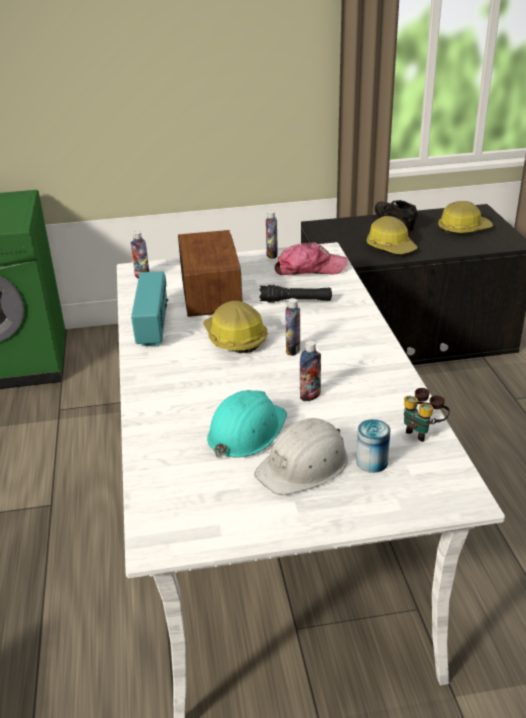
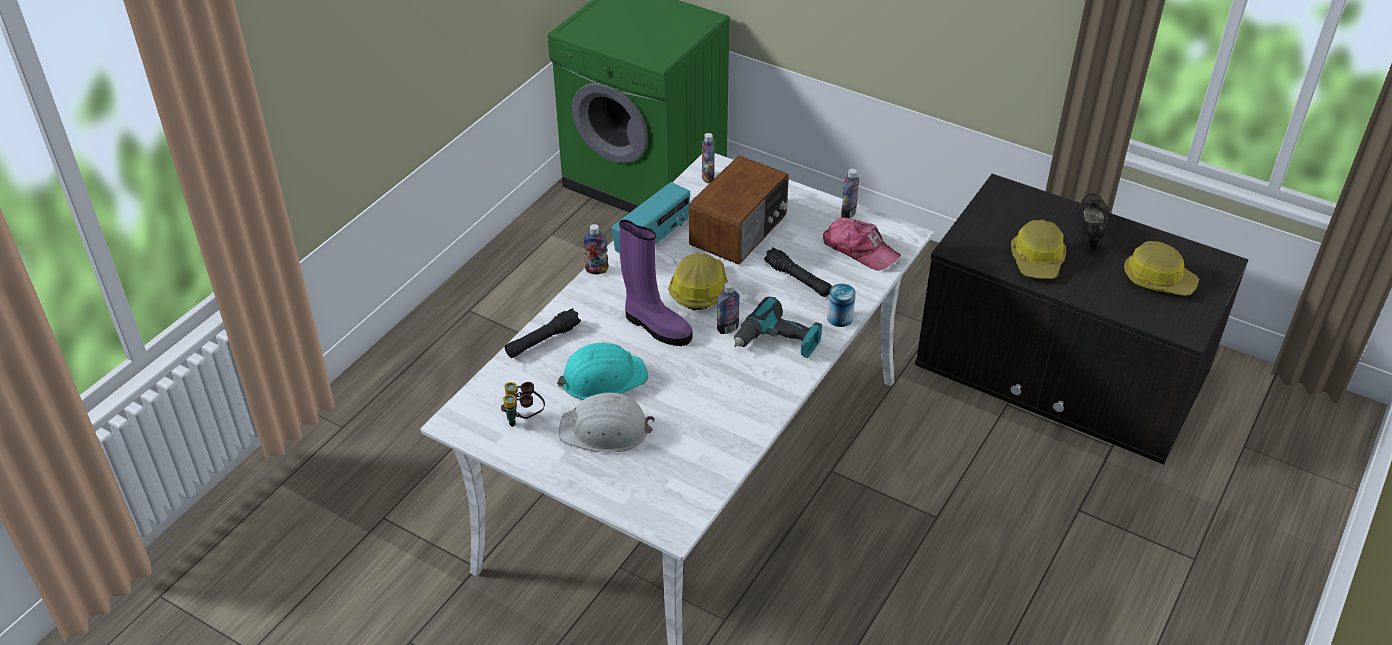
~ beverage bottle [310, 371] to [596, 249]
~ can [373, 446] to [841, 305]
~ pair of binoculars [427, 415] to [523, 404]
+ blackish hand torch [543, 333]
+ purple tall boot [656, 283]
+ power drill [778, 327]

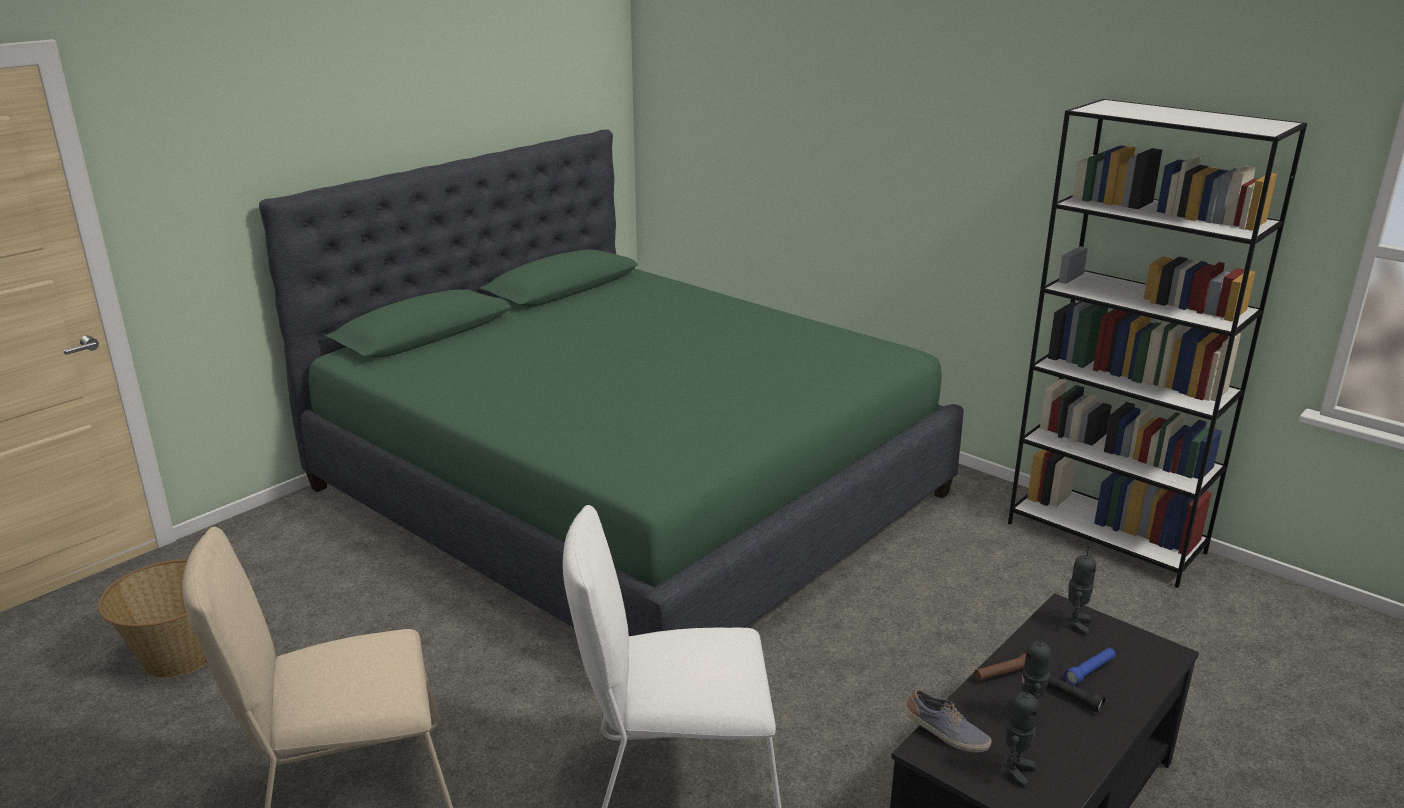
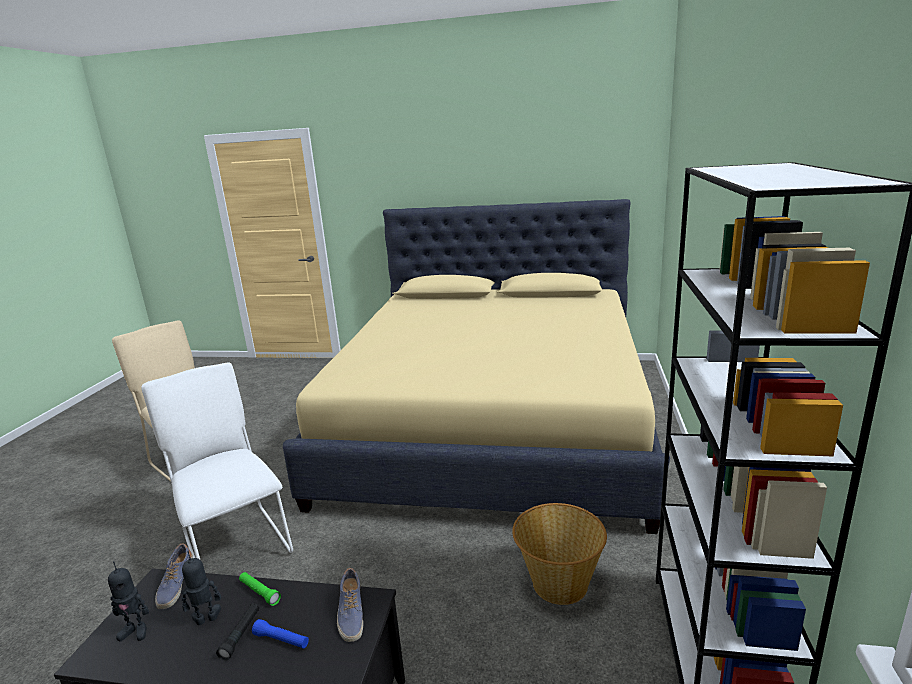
~ household basket [153, 618] to [559, 554]
~ greenish bedroom bed [611, 382] to sand-coloured bedroom bed [476, 366]
~ brown-coloured hand torch [1000, 667] to greenish hand torch [260, 589]
~ model robot [1082, 591] to low shoe [350, 605]

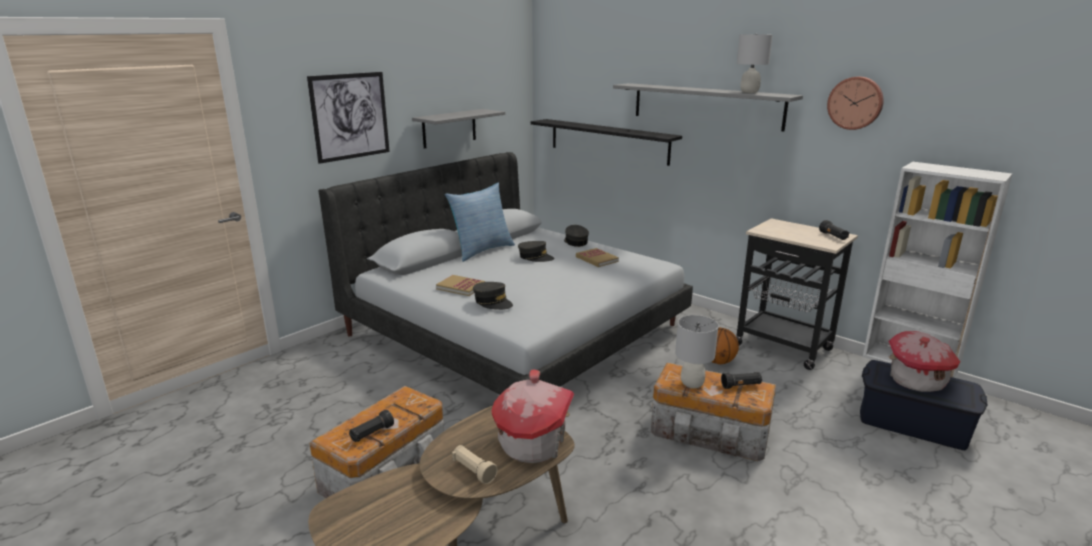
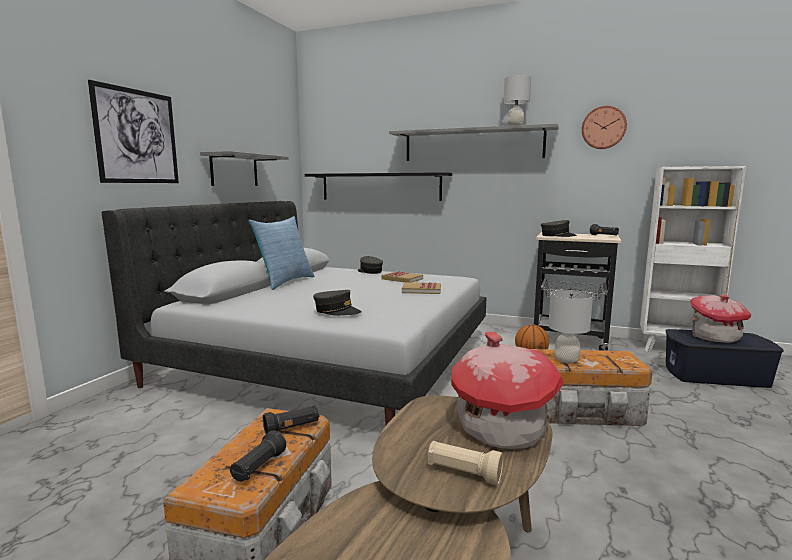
~ volume [460, 285] to [421, 288]
~ grey cap [536, 251] to [559, 228]
~ blackish hand torch [741, 380] to [291, 419]

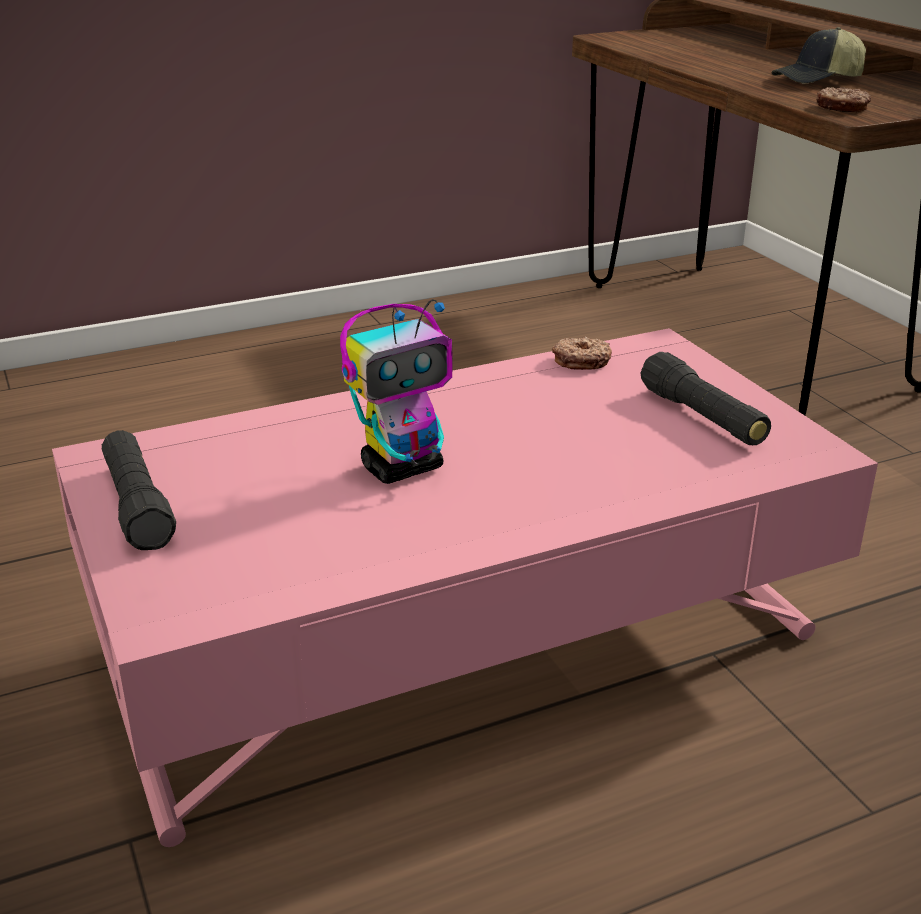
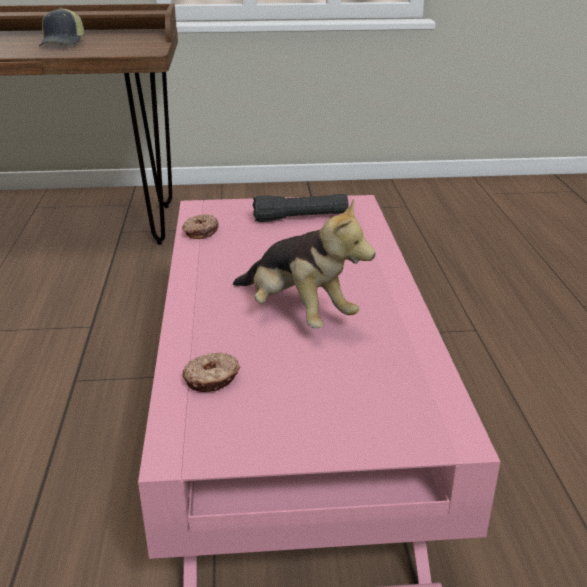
- blackish hand torch [138, 490]
~ model robot [396, 391] to soft toy [304, 263]
~ ring doughnut [844, 99] to [211, 372]

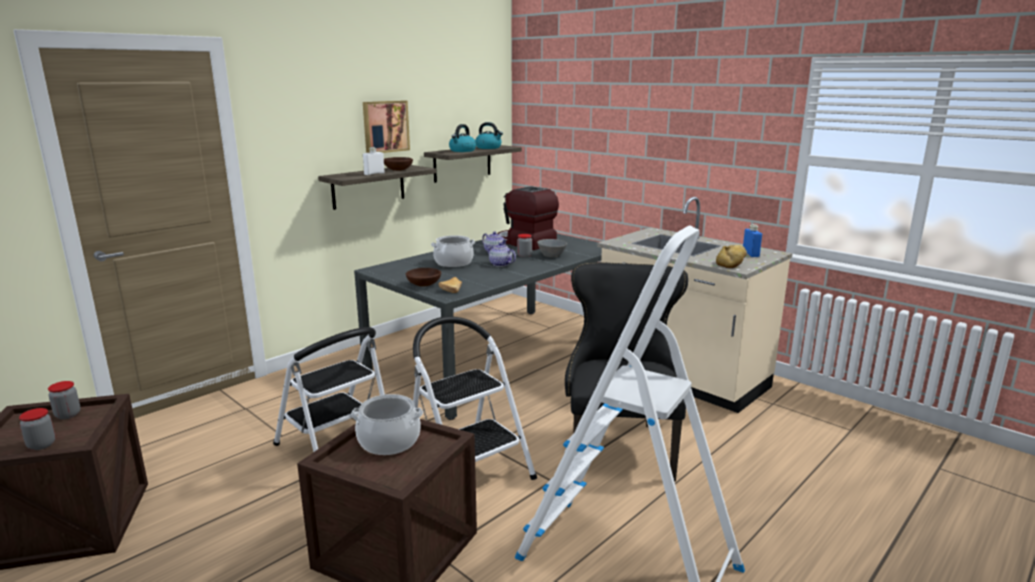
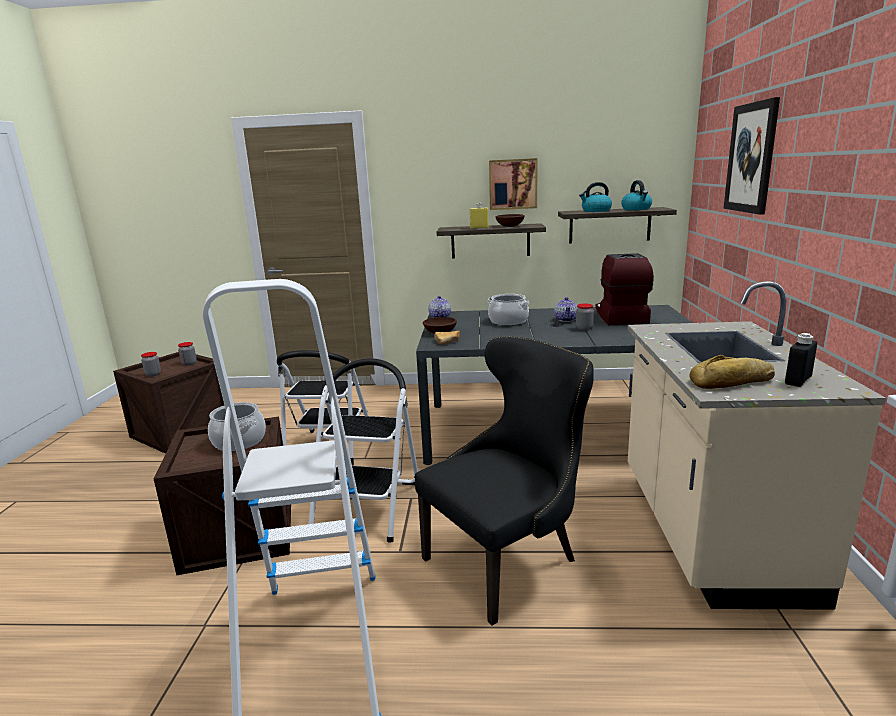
~ white beverage bottle [374, 161] to yellow beverage bottle [479, 216]
~ pot for tea [501, 254] to [440, 307]
- grey serving bowl [552, 248]
~ bluish beverage bottle [752, 240] to blackish beverage bottle [801, 360]
+ wall picture [751, 156]

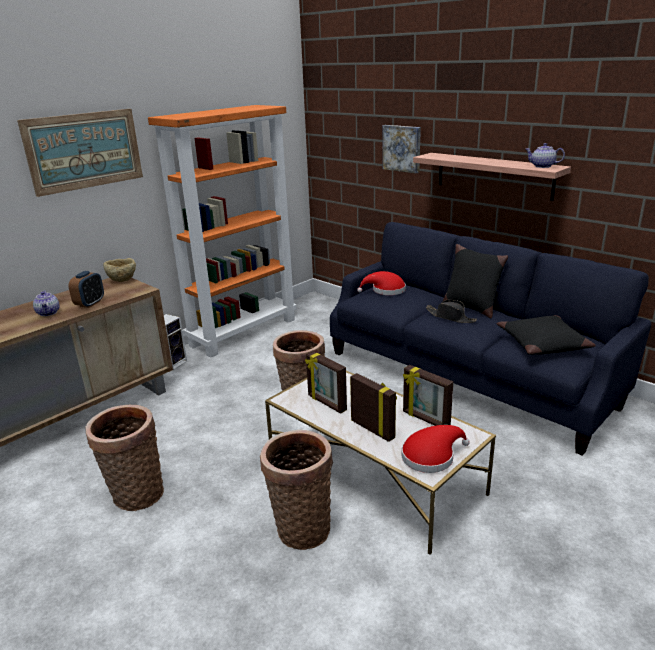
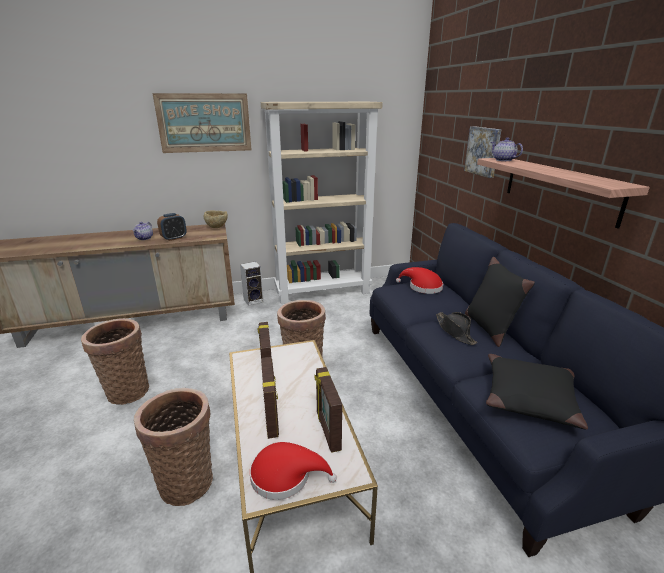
~ orange bookshelf [222, 231] to sand-coloured bookshelf [322, 203]
~ pot for tea [545, 155] to [507, 149]

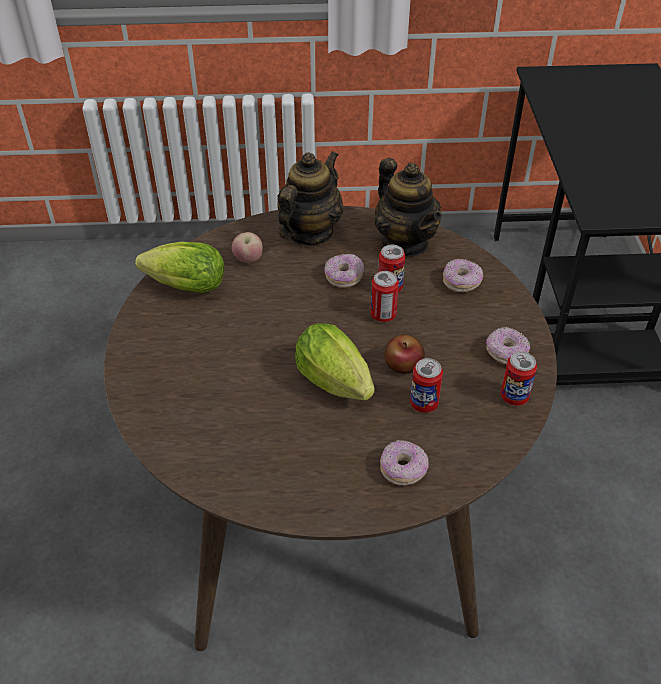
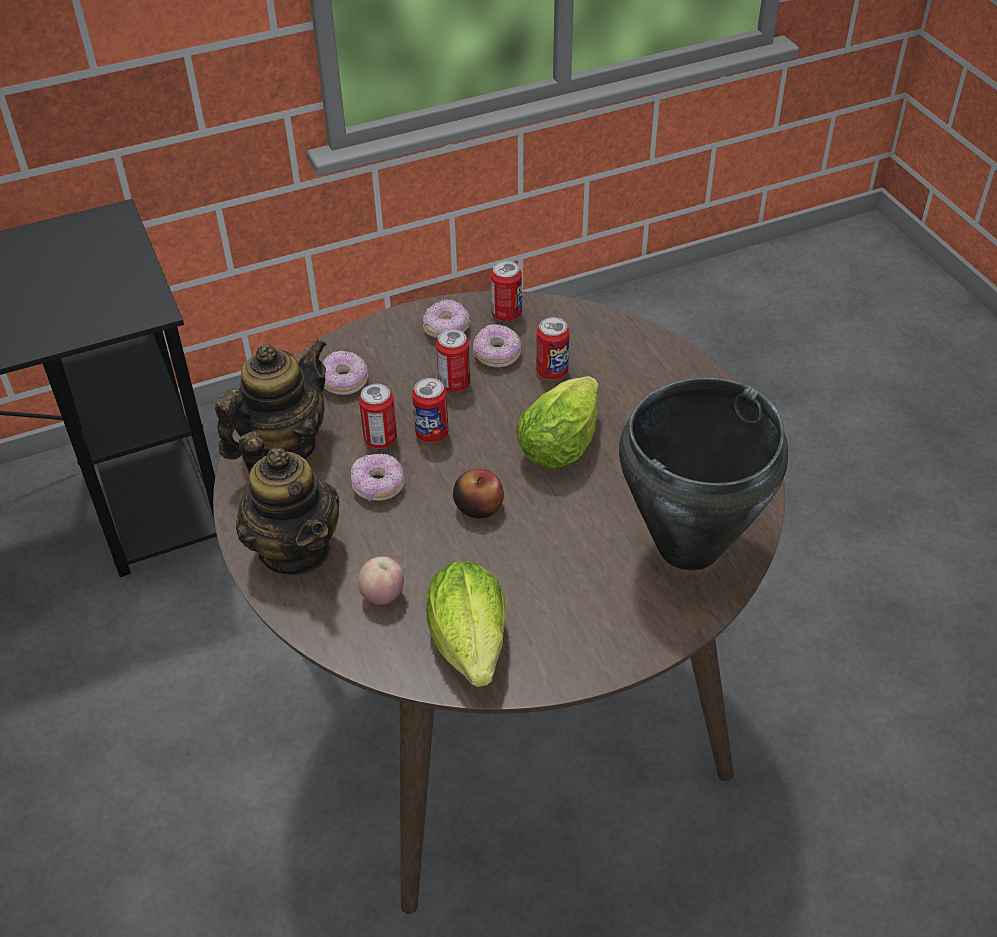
~ pot for tea [310, 198] = [288, 503] 135 degrees counterclockwise
~ ring doughnut [404, 463] to [497, 346]
~ apple [405, 354] to [478, 493]
+ can [453, 360]
+ blackish stockpot [703, 474]

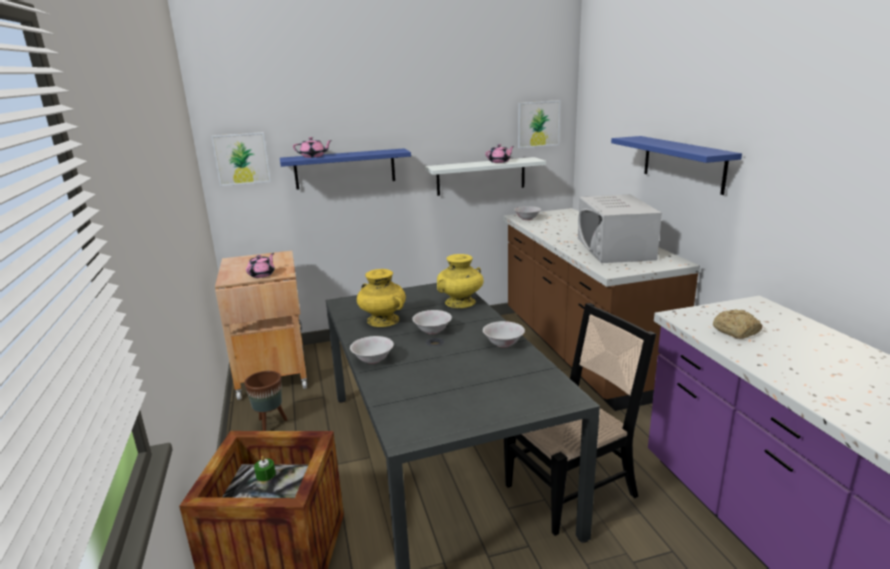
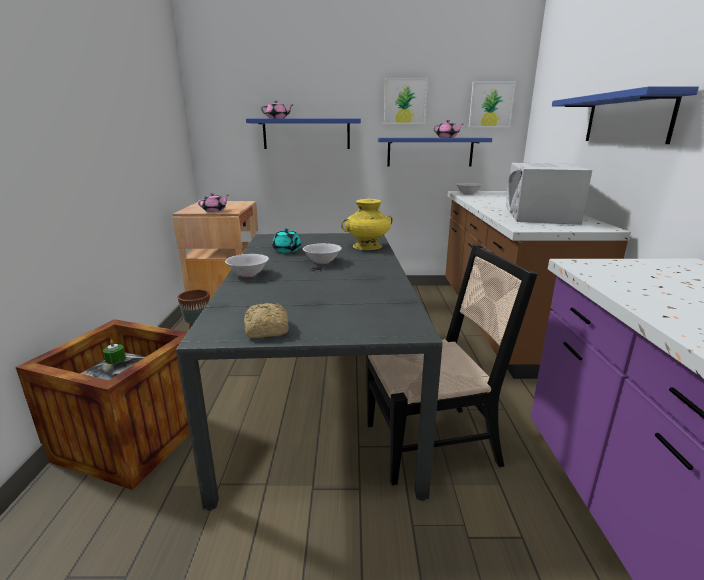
~ wall picture [241, 159] to [406, 101]
~ yellow decorative vase [381, 298] to turquoise-coloured pot for tea [286, 240]
~ white bracket shelf [485, 176] to bluish bracket shelf [435, 152]
- white serving bowl [504, 334]
~ bakery bread [737, 324] to [266, 320]

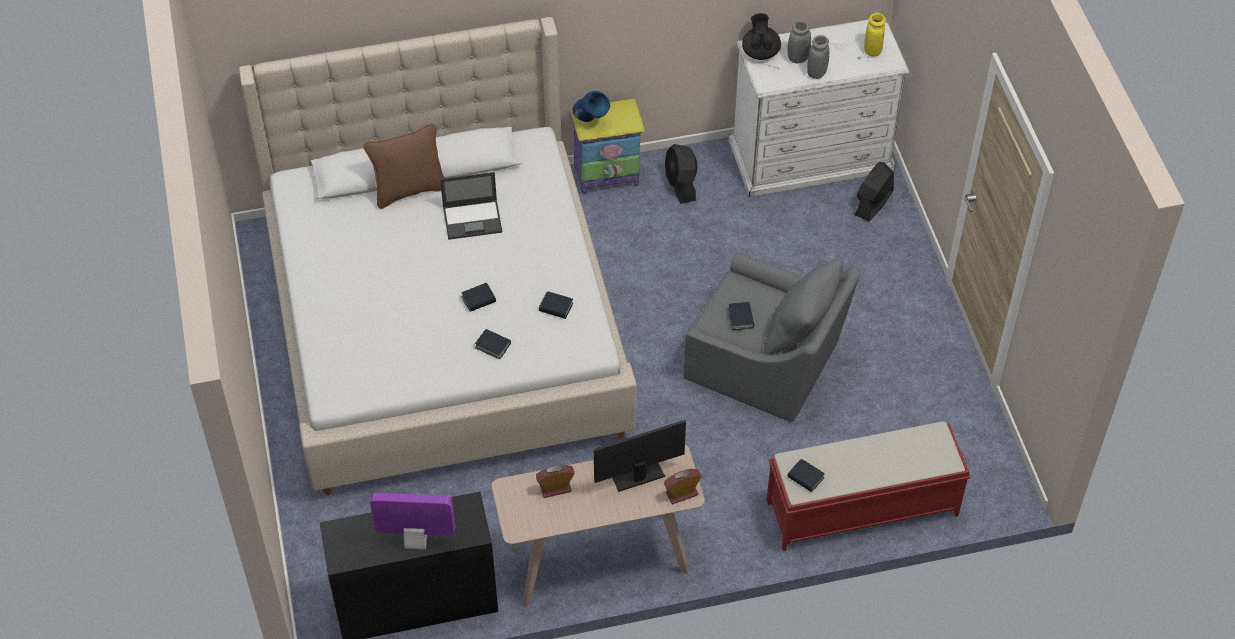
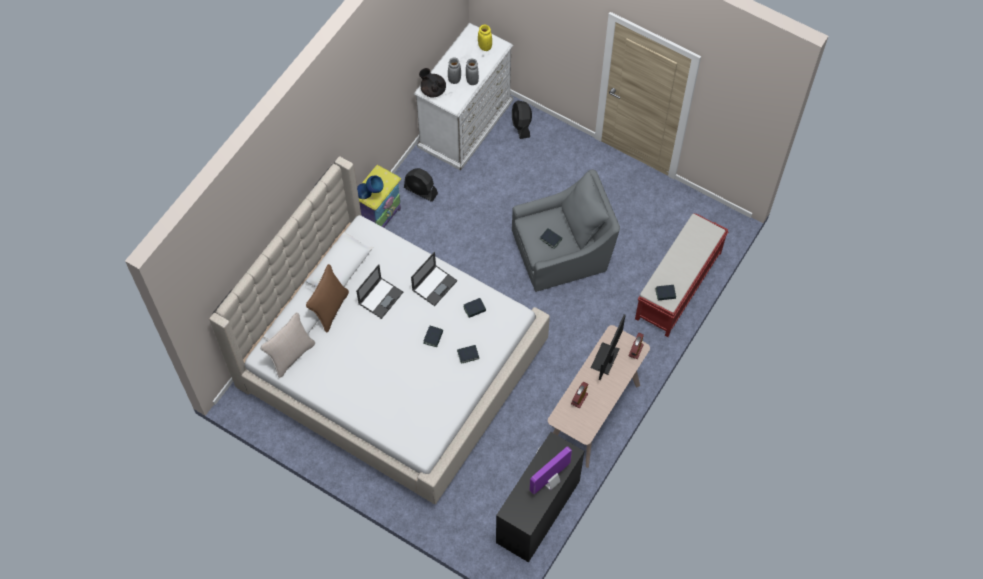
+ sand-coloured throw pillow [287, 345]
+ portable computer [434, 279]

